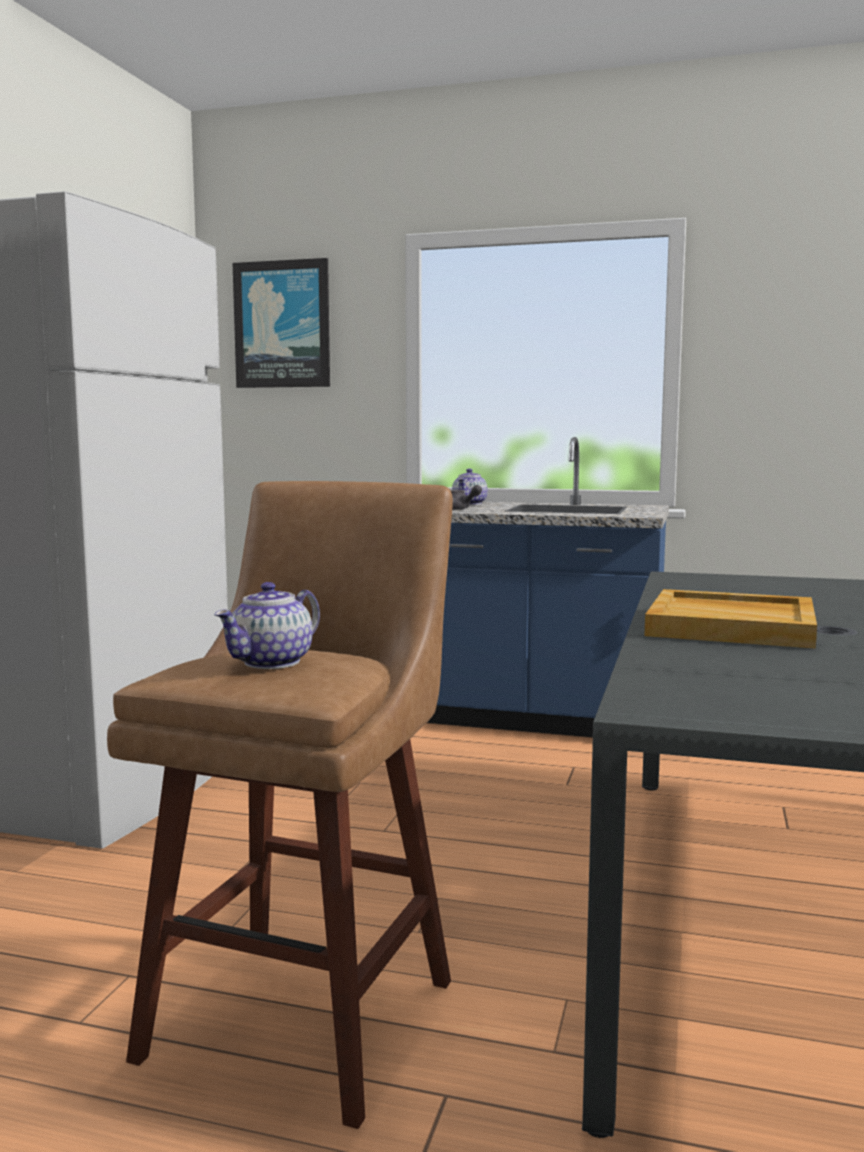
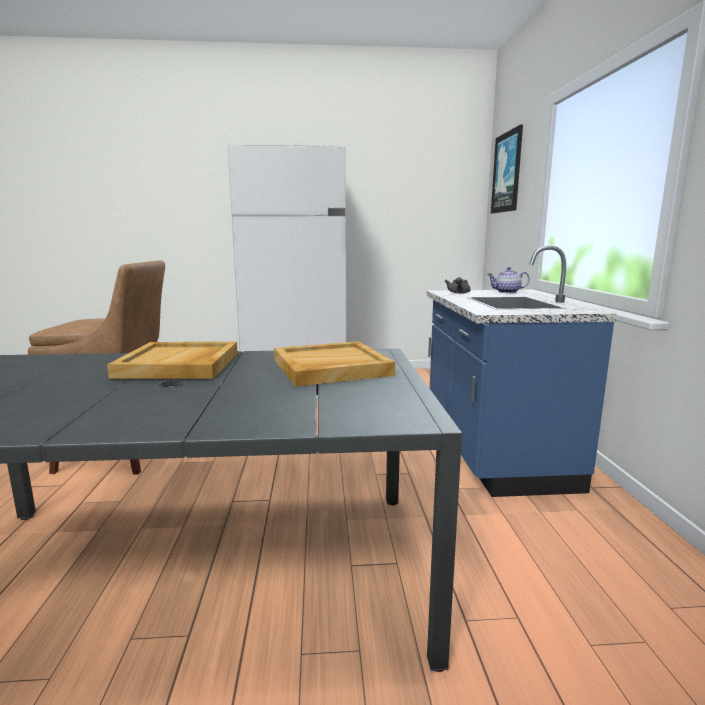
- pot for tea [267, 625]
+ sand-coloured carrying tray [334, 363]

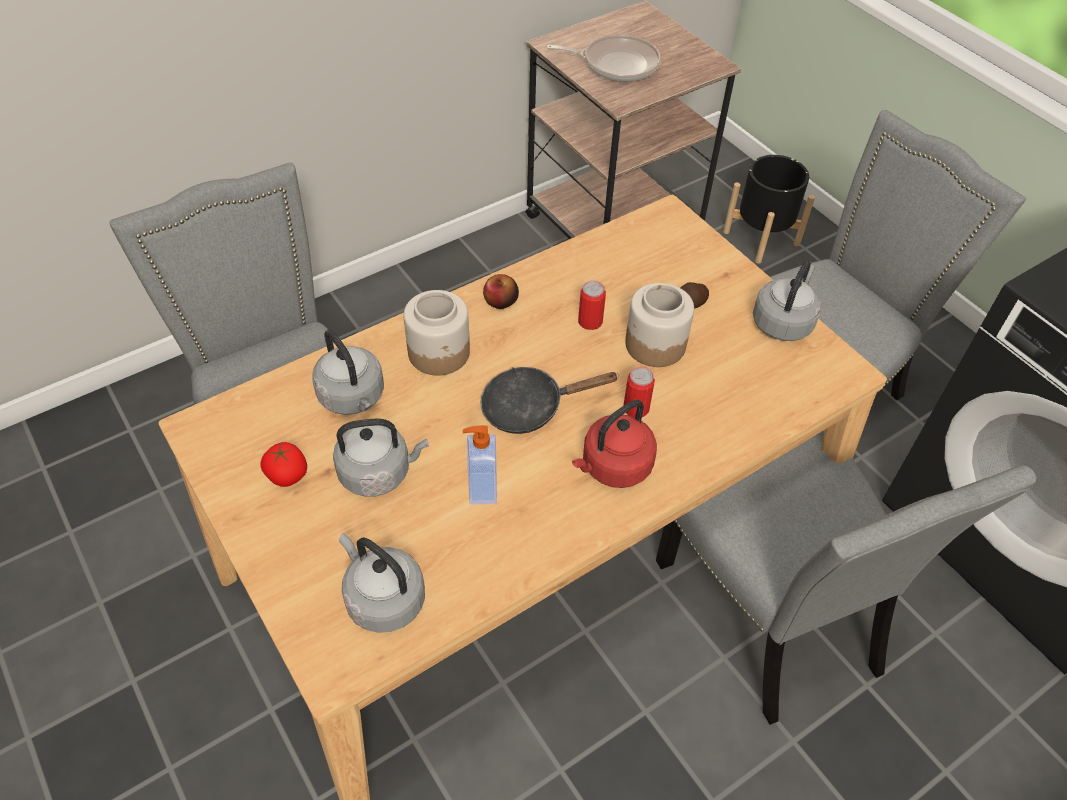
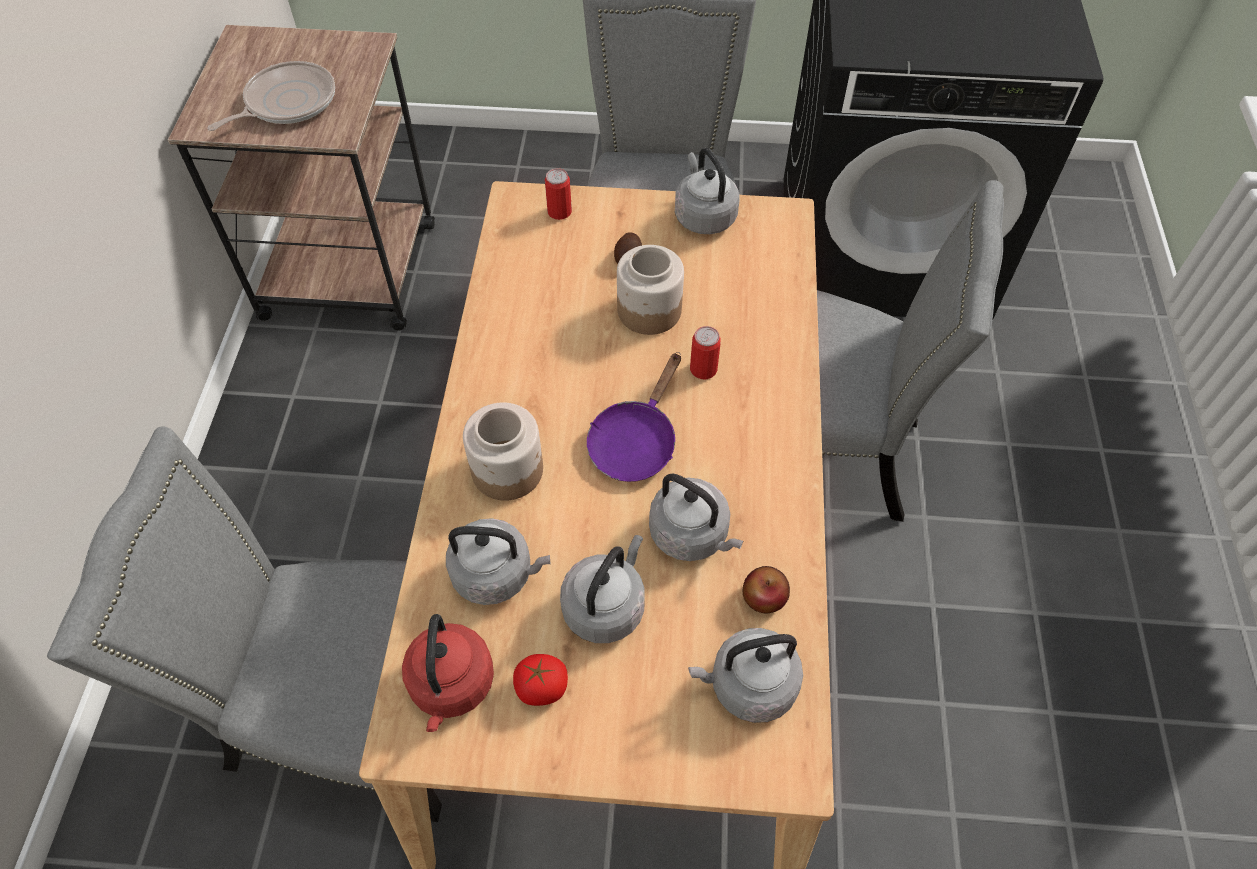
~ soap dispenser [480, 465] to grey kettle [696, 517]
~ blackish frying pan [549, 400] to purple frying pan [634, 417]
~ apple [501, 291] to [766, 589]
~ red kettle [614, 444] to [448, 673]
~ can [592, 305] to [558, 194]
- blackish flower pot [769, 209]

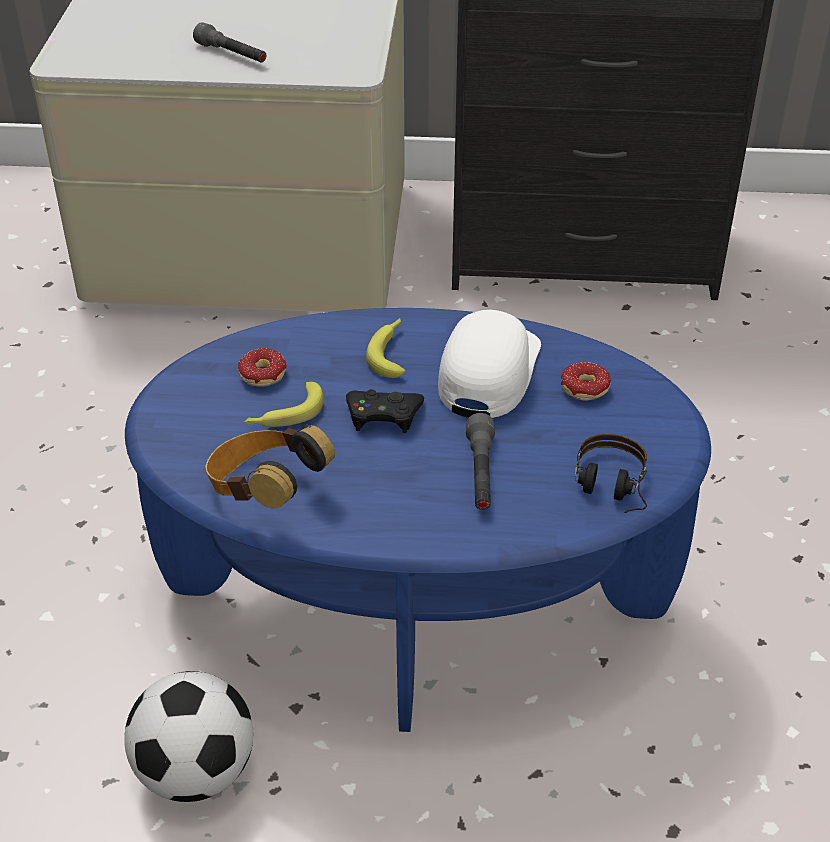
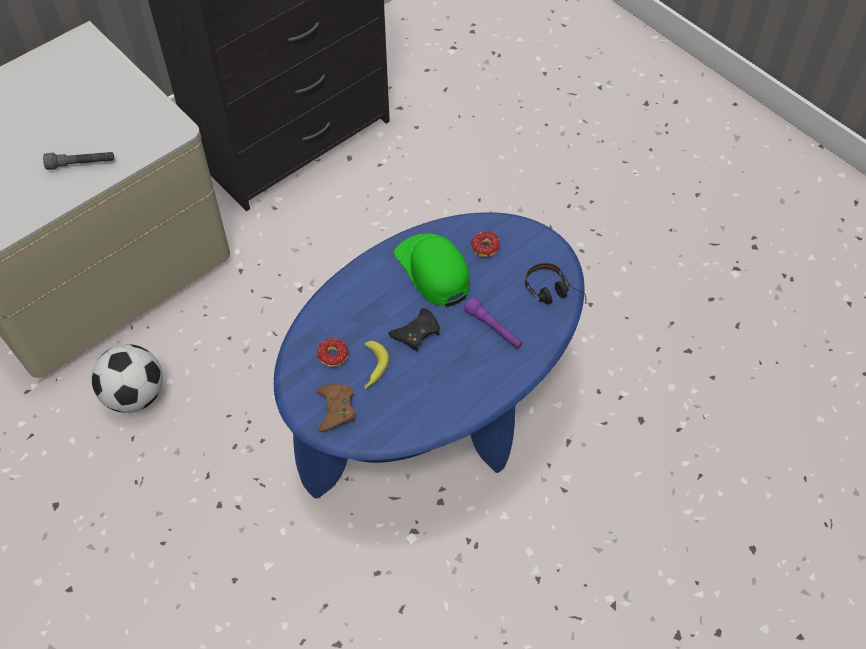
~ football ball [188, 736] to [127, 378]
- pair of headphones [270, 466]
- banana fruit [385, 348]
~ white cap [489, 364] to greenish cap [432, 270]
~ grey hand torch [480, 461] to purple hand torch [493, 323]
+ brown-coloured game controller [335, 408]

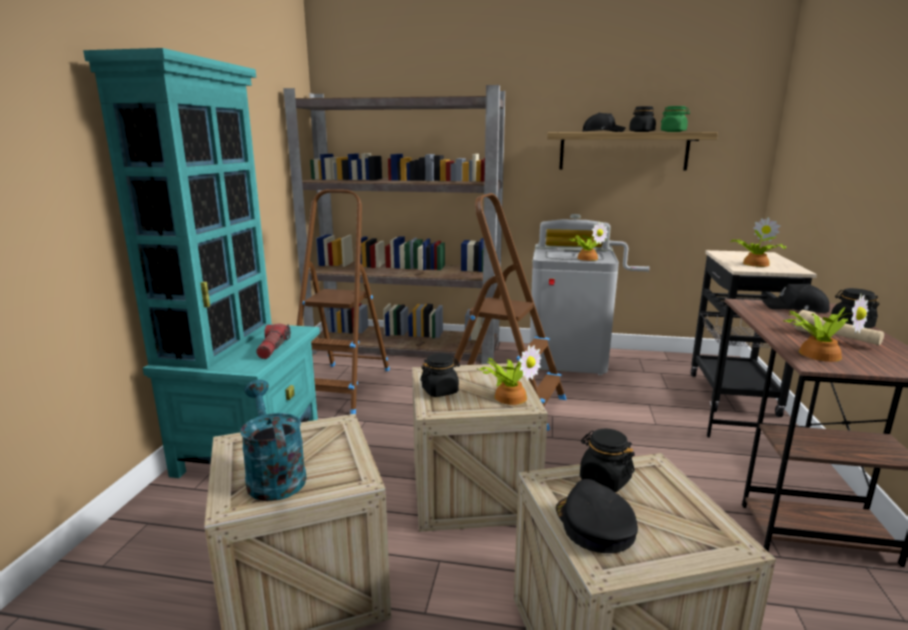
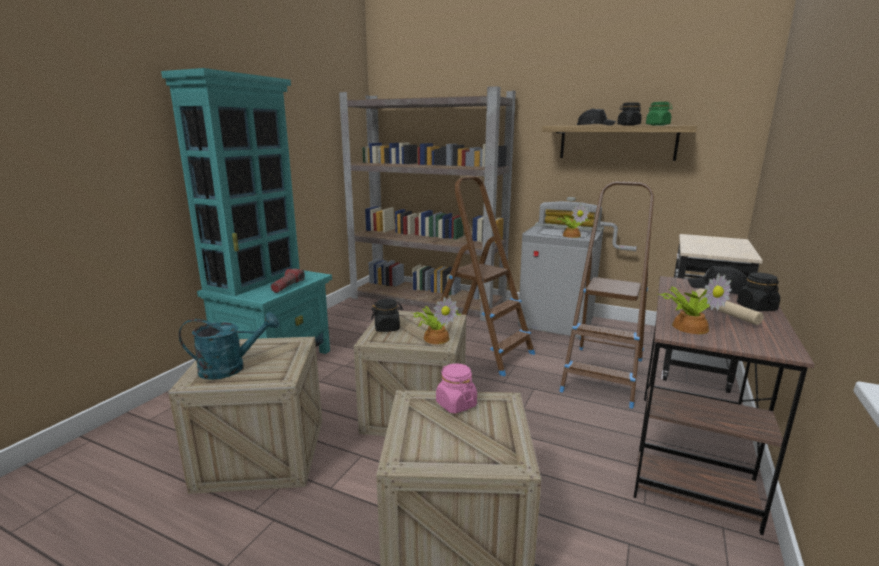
~ turquoise-coloured sprinkling can [273, 440] = [229, 346] 90 degrees clockwise
~ brown-coloured step stool [343, 301] to [607, 295]
- blackish cap [597, 516]
~ blackish storage jar [607, 460] to pink storage jar [456, 388]
- potted plant [757, 242]

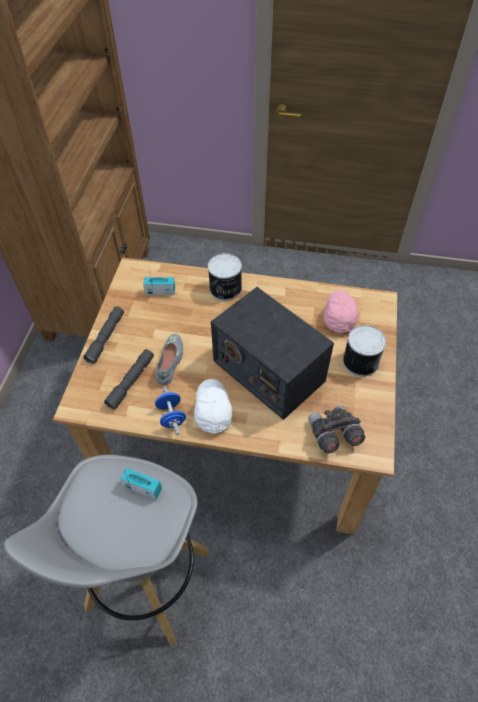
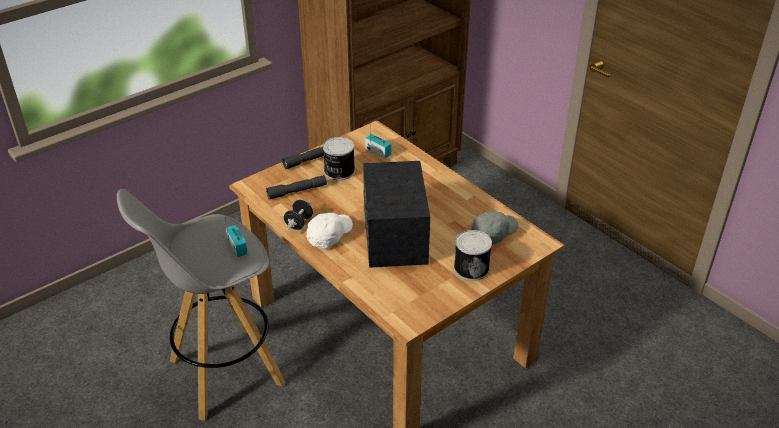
~ bluish free weight [170, 410] to blackish free weight [298, 215]
- grey low shoe [169, 359]
~ can [225, 277] to [339, 158]
- grey pair of binoculars [336, 429]
~ pink cap [341, 311] to grey cap [494, 228]

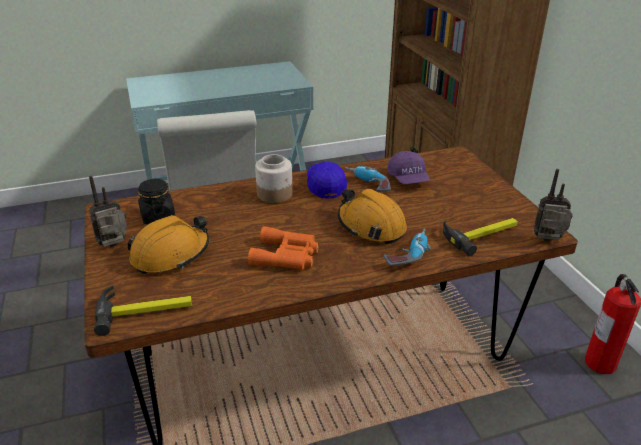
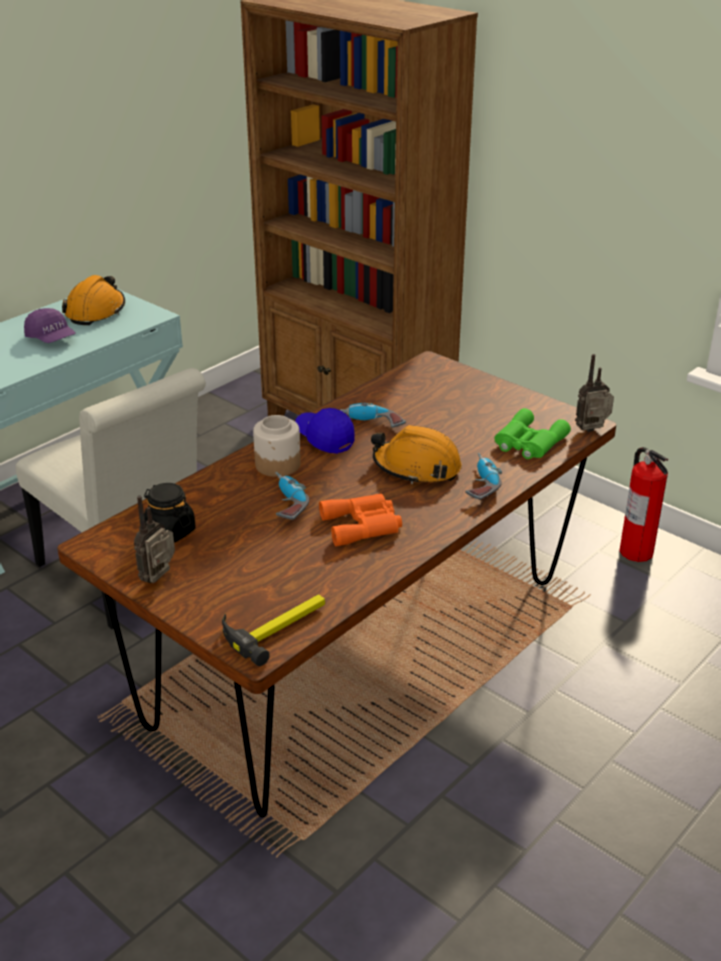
~ orange work helmet [168, 244] to [93, 300]
~ purple cap [408, 167] to [50, 325]
~ tool hammer [480, 237] to greenish pair of binoculars [532, 433]
+ power drill [292, 496]

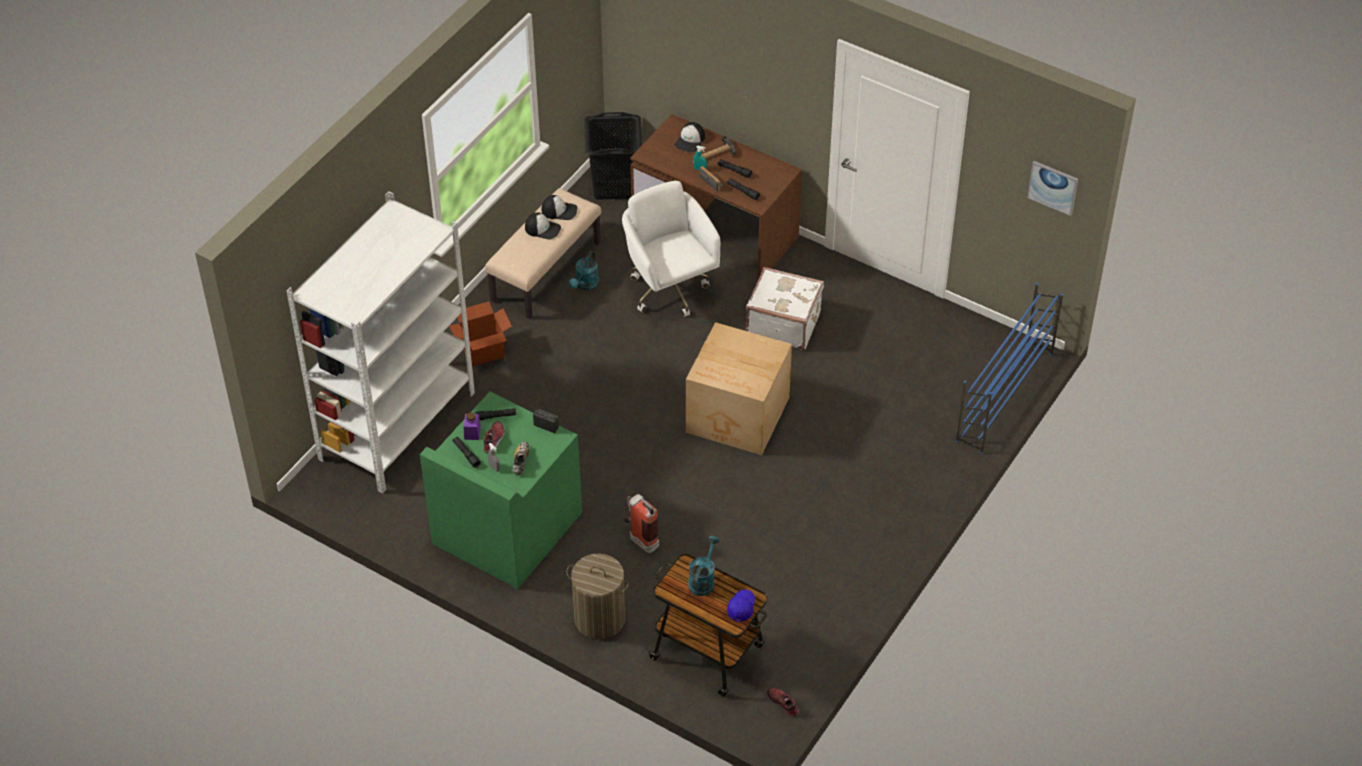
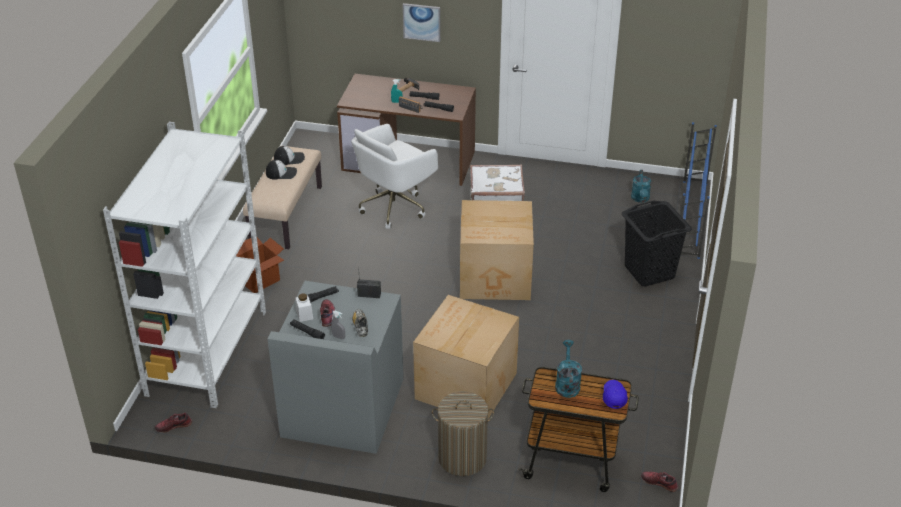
~ greenish laundry machine [501, 490] to grey laundry machine [336, 367]
~ purple storage jar [472, 426] to white storage jar [304, 308]
~ turquoise-coloured sprinkling can [584, 270] to [641, 186]
~ blackish washing basket [613, 156] to [657, 244]
~ white computer chair [671, 249] = [394, 176] 90 degrees counterclockwise
~ extinguisher [641, 523] to packing box [466, 357]
- cap [690, 137]
~ wall picture [1052, 188] to [421, 22]
+ low shoe [173, 423]

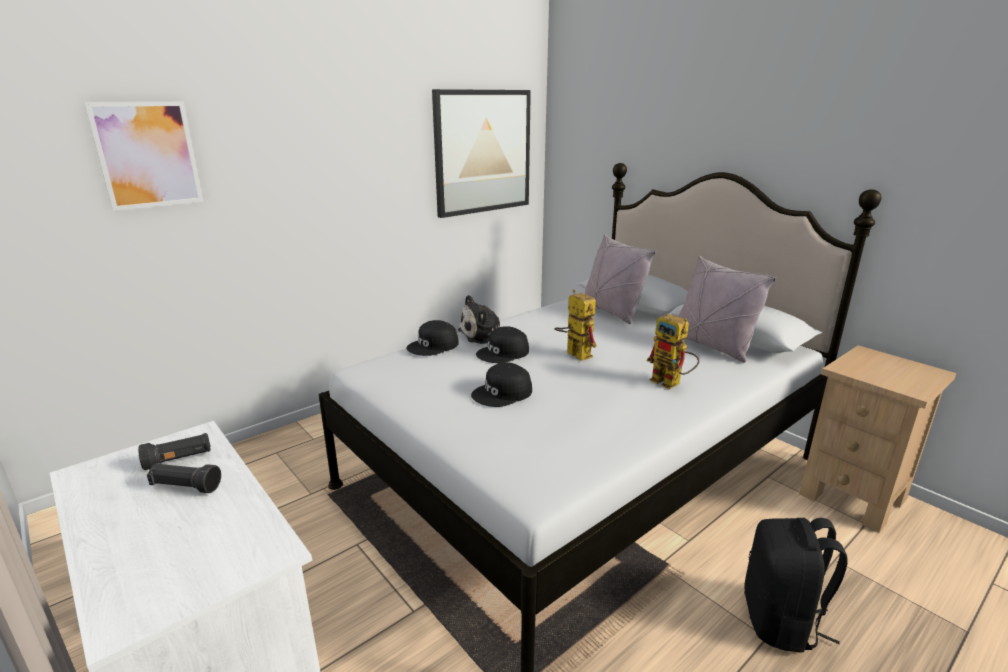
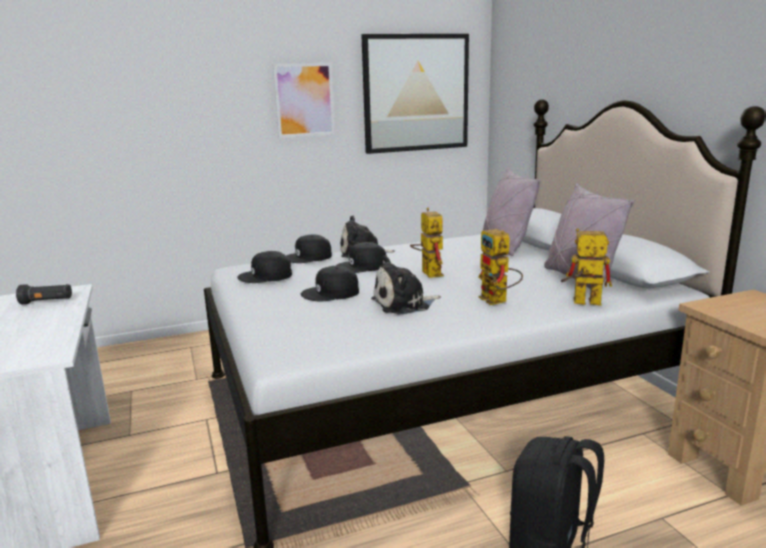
~ wall picture [144, 156] to [304, 100]
- blackish hand torch [184, 478]
+ blackish cap [264, 267]
+ soft toy [406, 284]
+ model robot [586, 267]

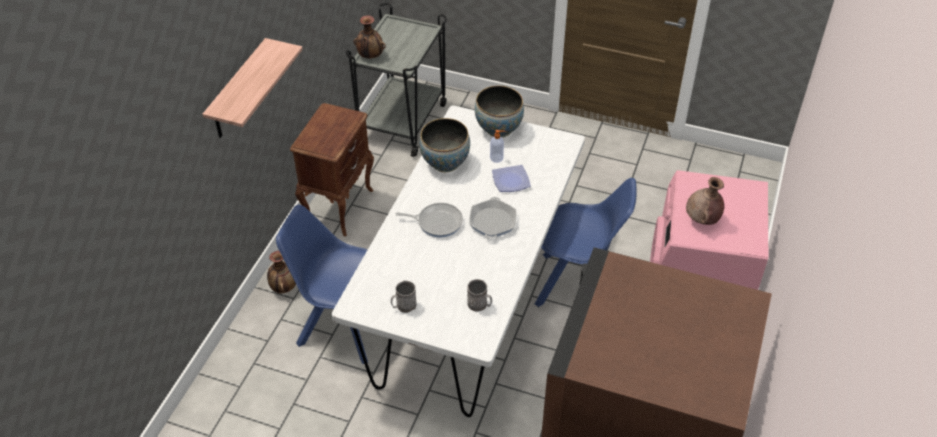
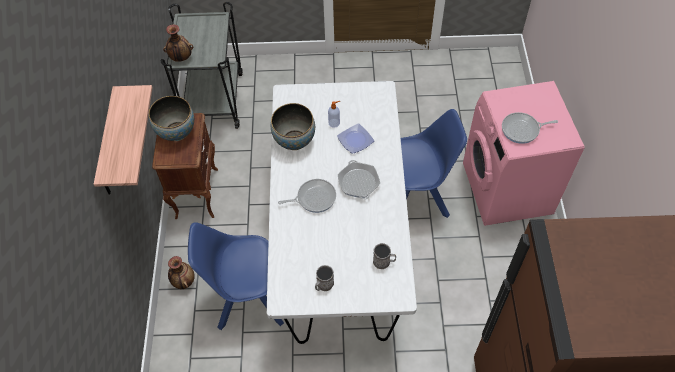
~ serving bowl [499, 112] to [171, 118]
~ brown-coloured decorative vase [705, 201] to frying pan [530, 128]

